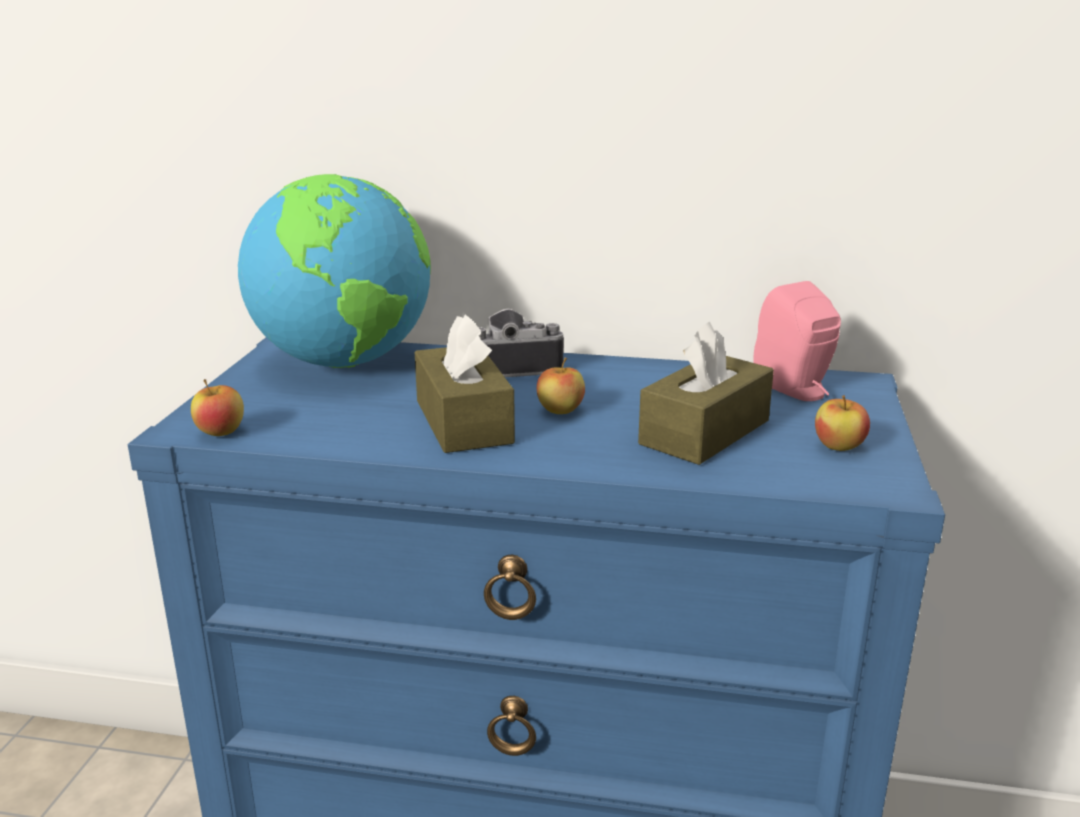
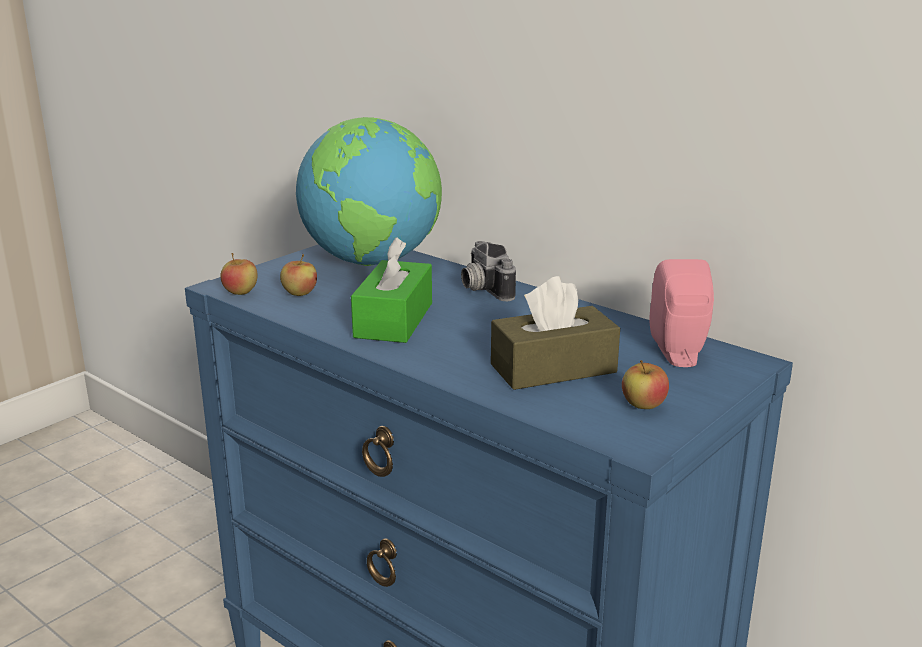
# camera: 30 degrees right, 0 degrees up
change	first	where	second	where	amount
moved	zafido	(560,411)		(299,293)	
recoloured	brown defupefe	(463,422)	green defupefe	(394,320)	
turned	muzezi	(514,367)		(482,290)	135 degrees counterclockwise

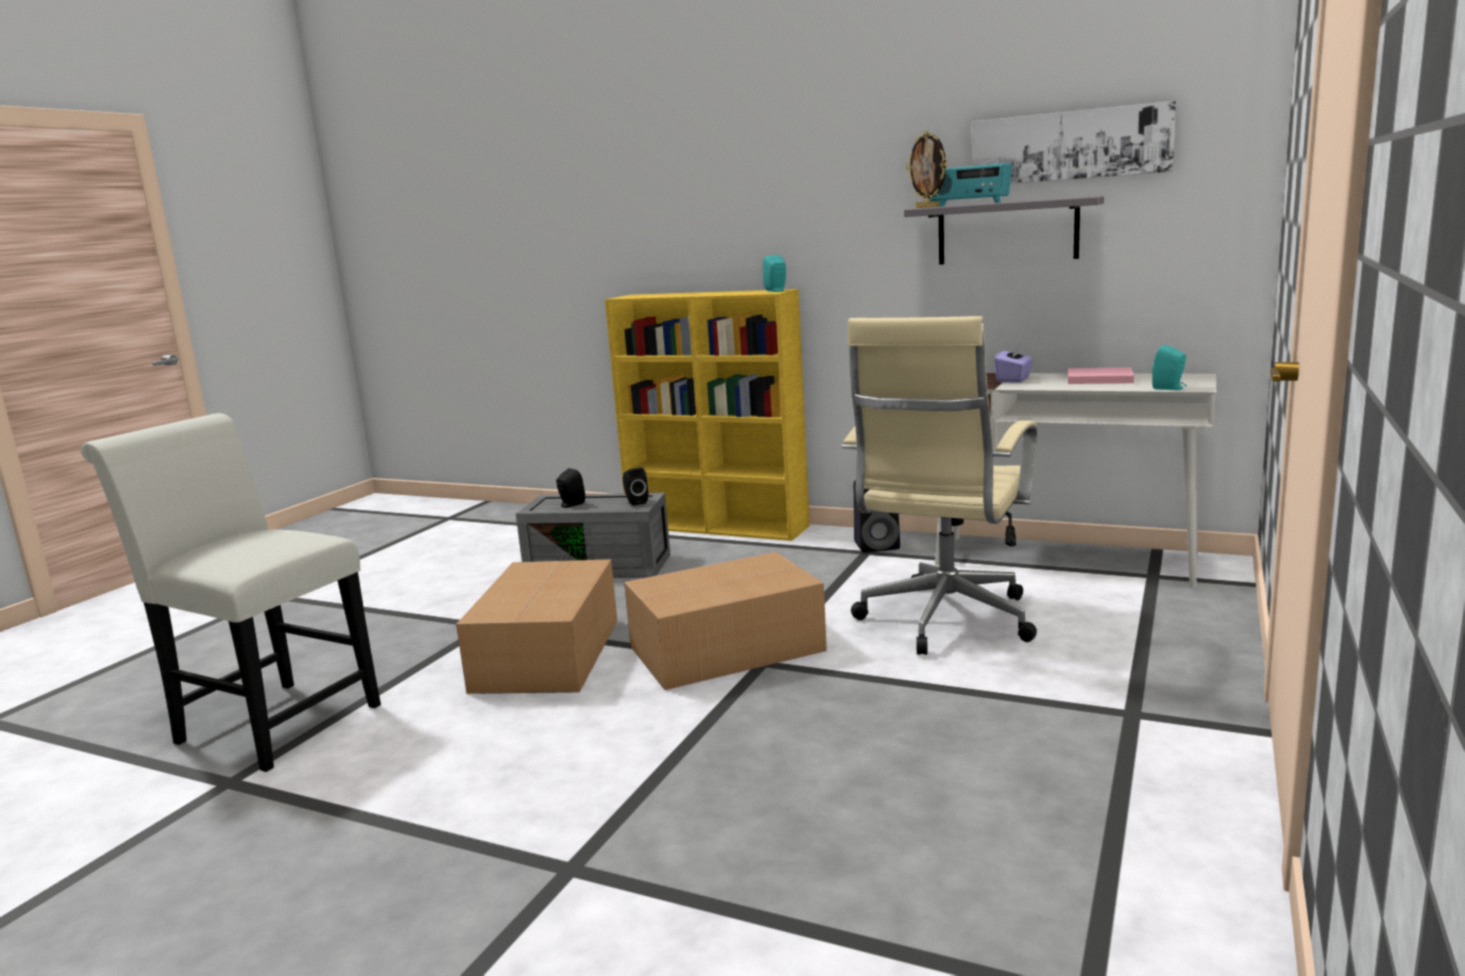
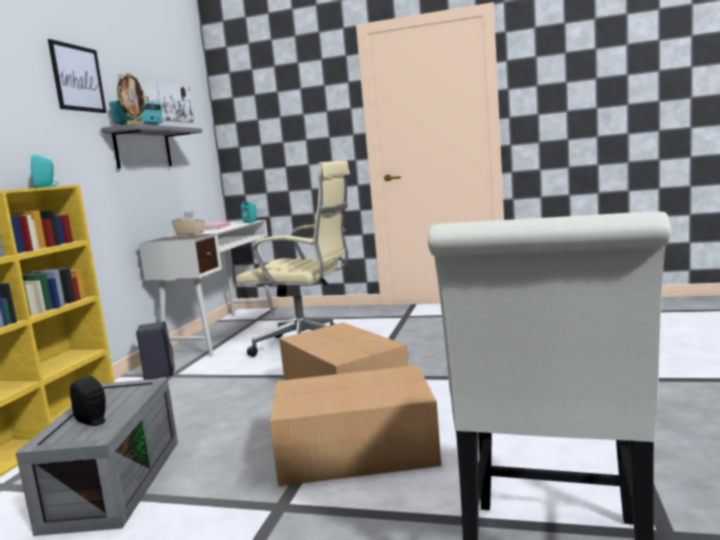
# camera: 100 degrees left, 5 degrees down
change	first	where	second	where	amount
added			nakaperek	(77,78)	
recoloured	purple defupefe	(1014,379)	beige defupefe	(190,234)	
removed	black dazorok	(635,502)			

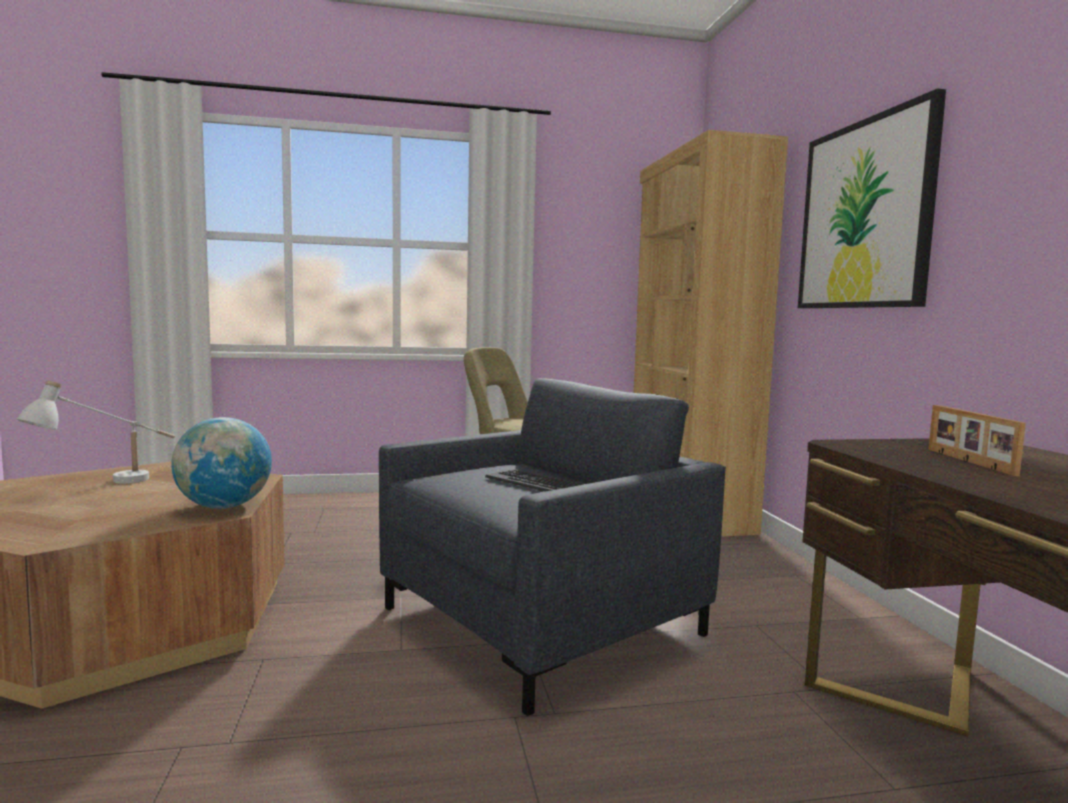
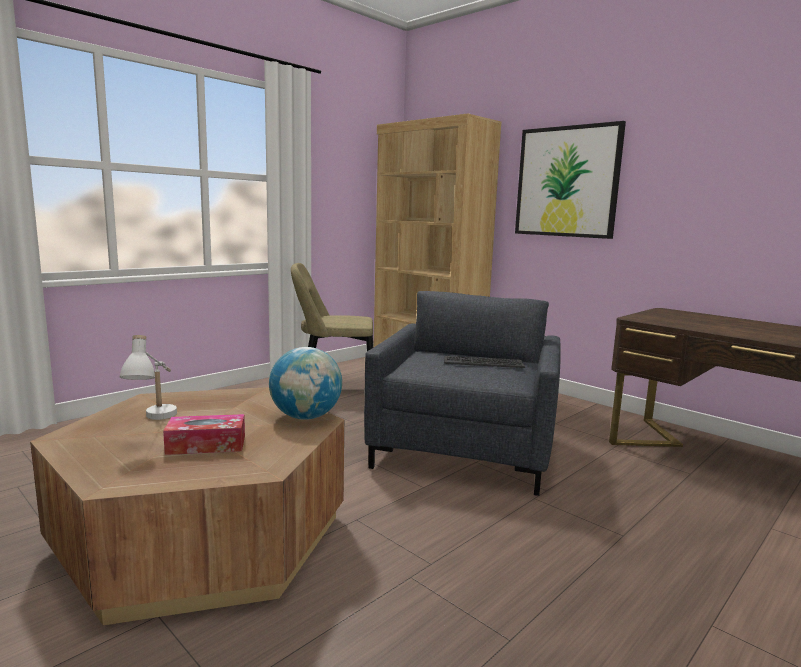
# camera: 35 degrees left, 5 degrees up
change	first	where	second	where	amount
added			defupefe	(206,445)	
removed	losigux	(967,461)			

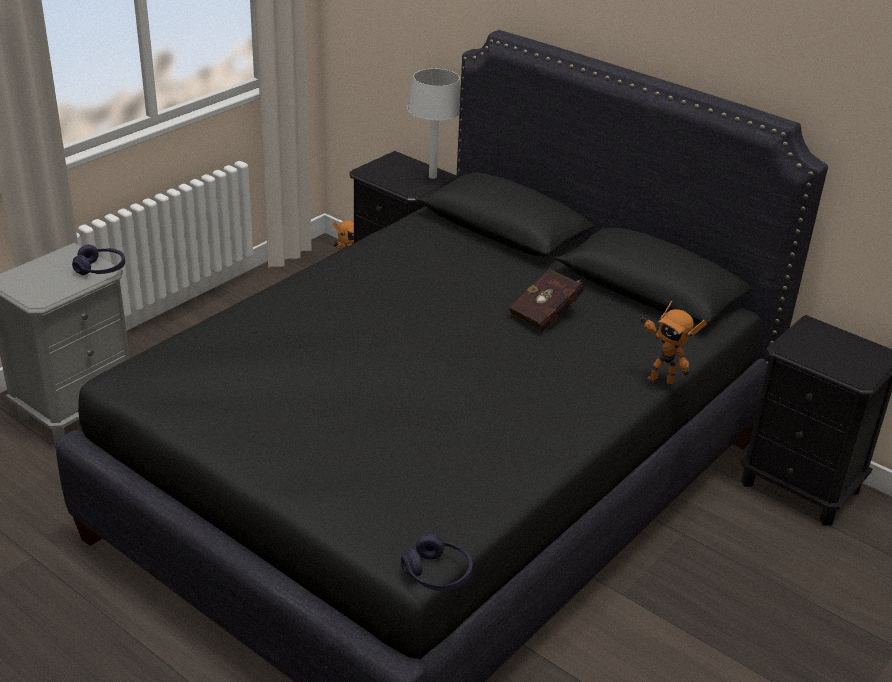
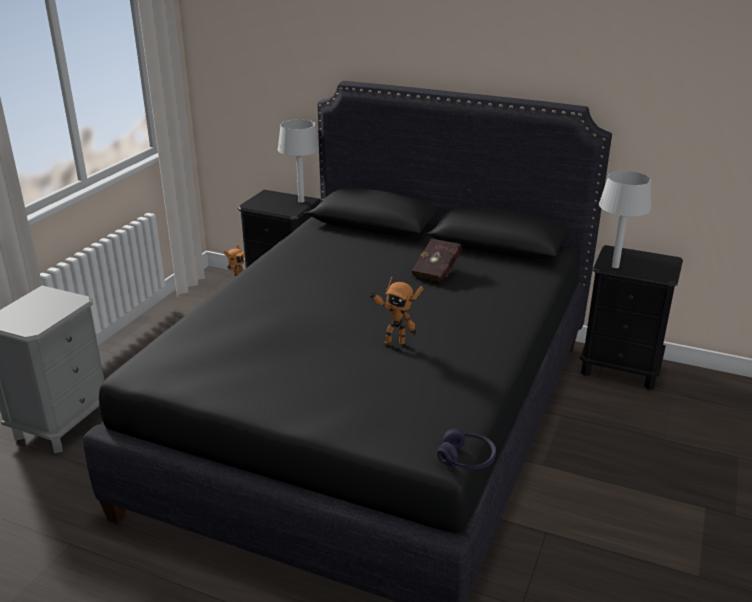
# camera: 15 degrees left, 5 degrees down
change	first	where	second	where	amount
moved	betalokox	(660,379)		(393,342)	
added			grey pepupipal	(614,266)	
removed	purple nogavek	(100,269)			

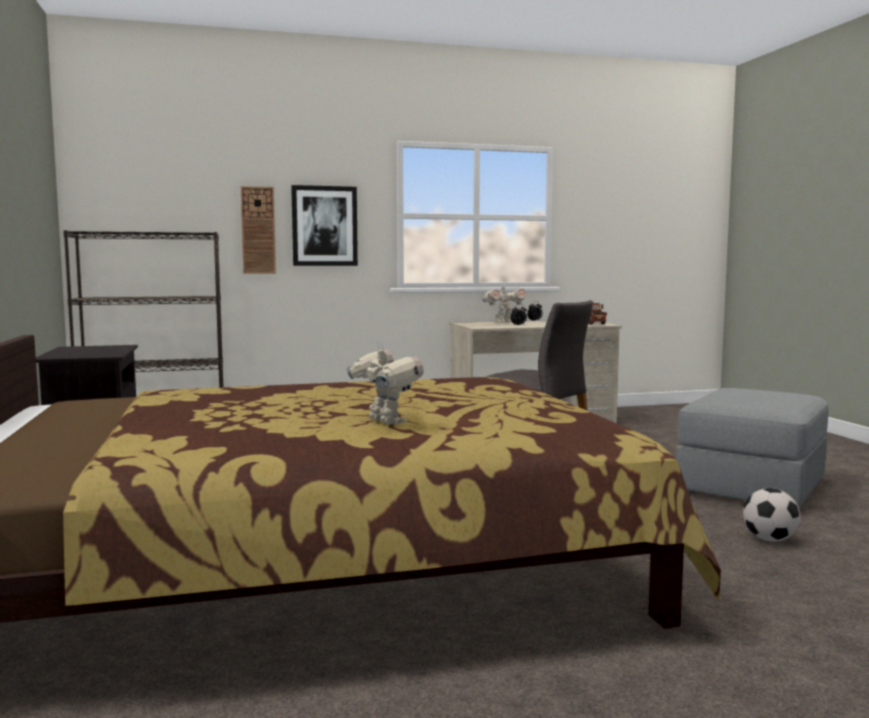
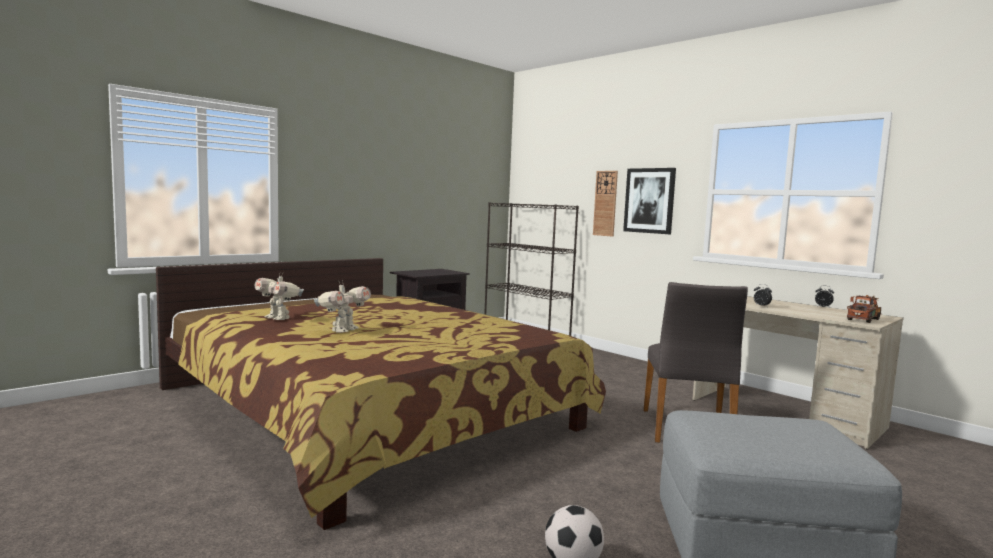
# camera: 60 degrees right, 0 degrees up
change	first	where	second	where	amount
moved	betalokox	(504,322)		(278,318)	

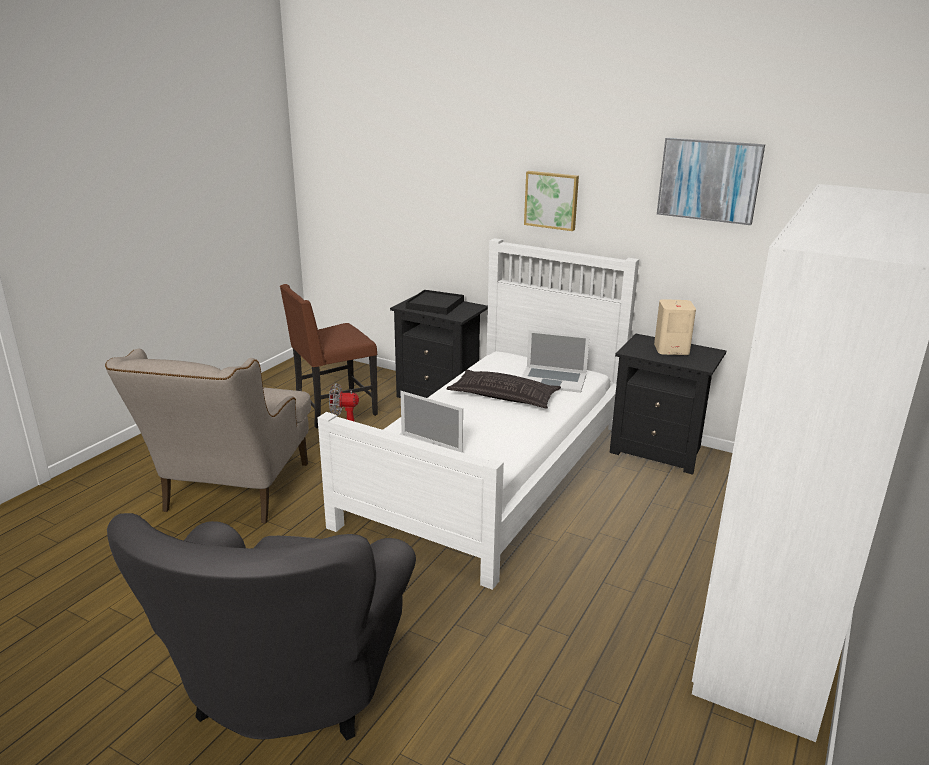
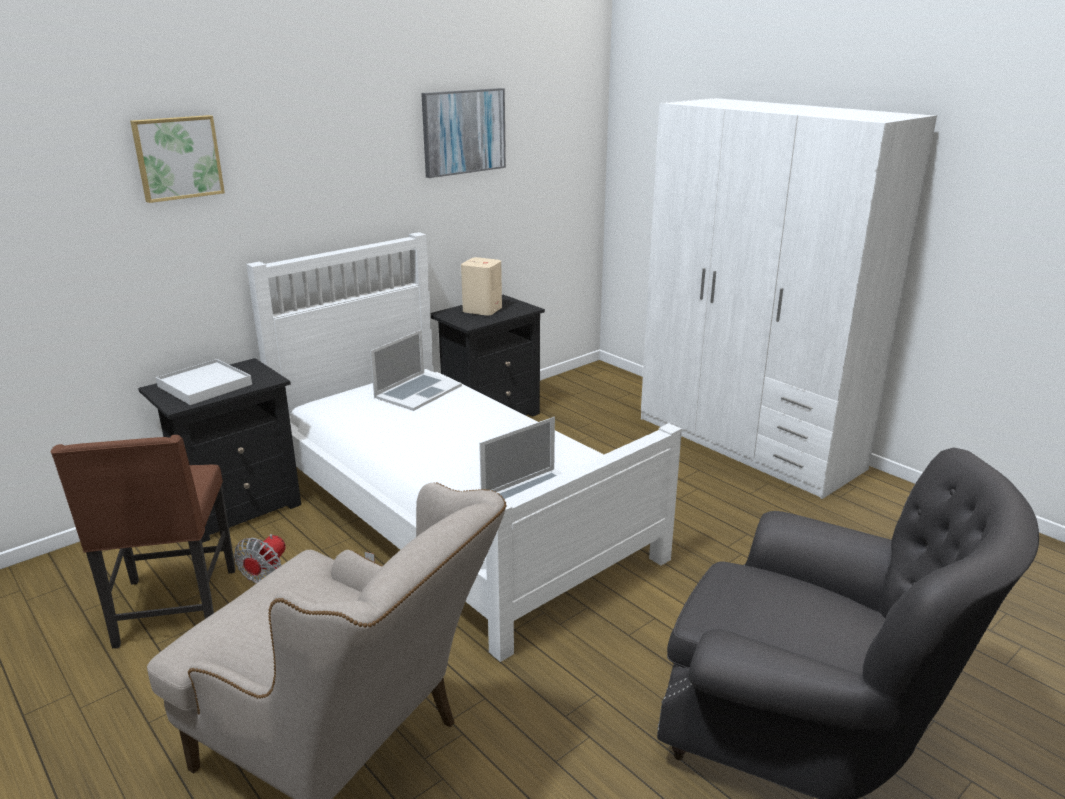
# camera: 70 degrees left, 0 degrees up
change	first	where	second	where	amount
moved	nakaperek	(551,200)		(177,158)	
recoloured	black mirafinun	(435,305)	white mirafinun	(205,385)	
removed	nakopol	(504,396)			

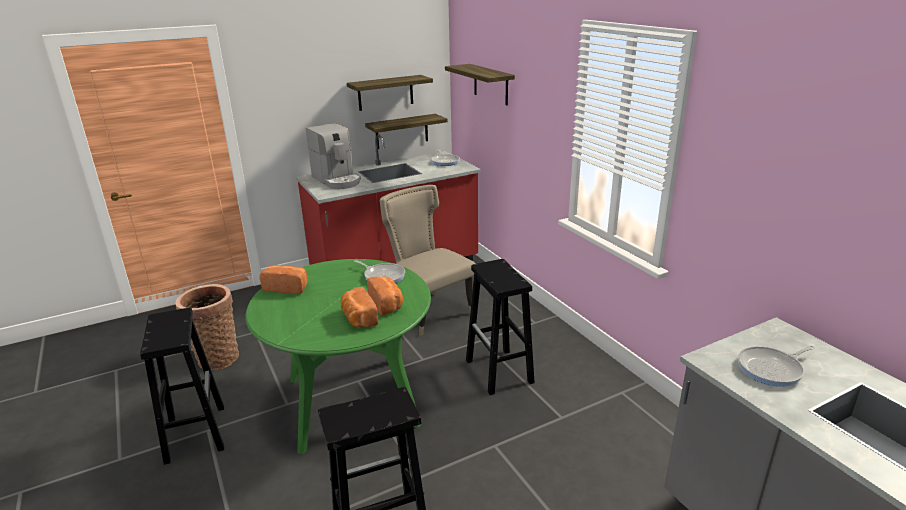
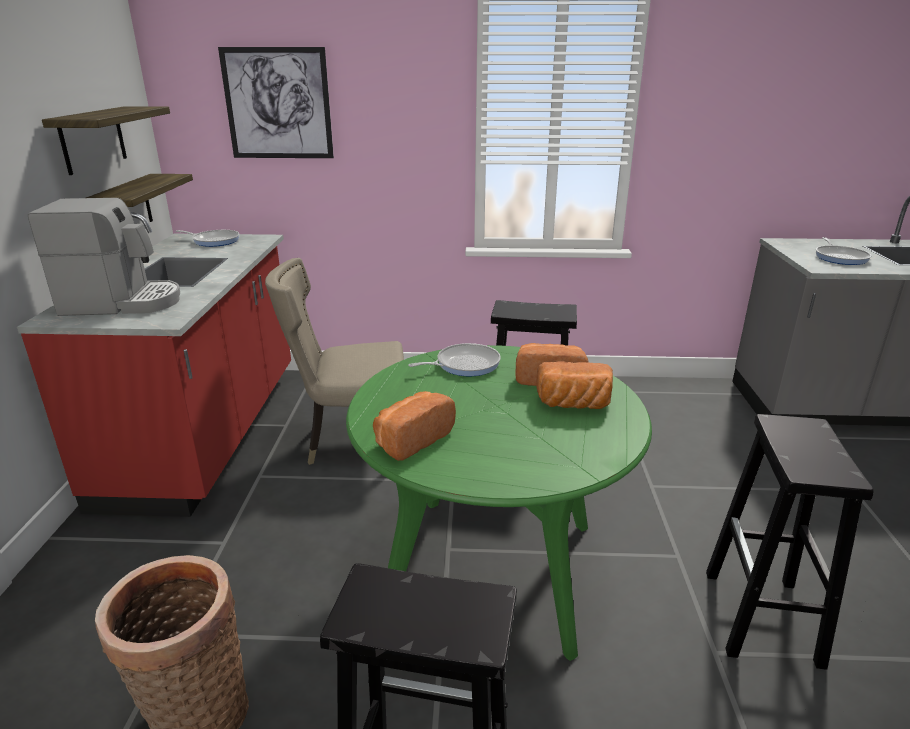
# camera: 60 degrees left, 0 degrees up
change	first	where	second	where	amount
replaced	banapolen	(490,84)	nakaperek	(278,104)	

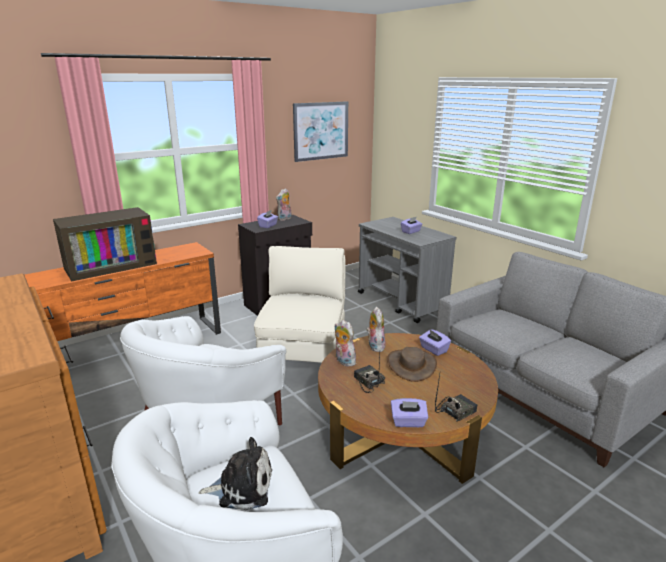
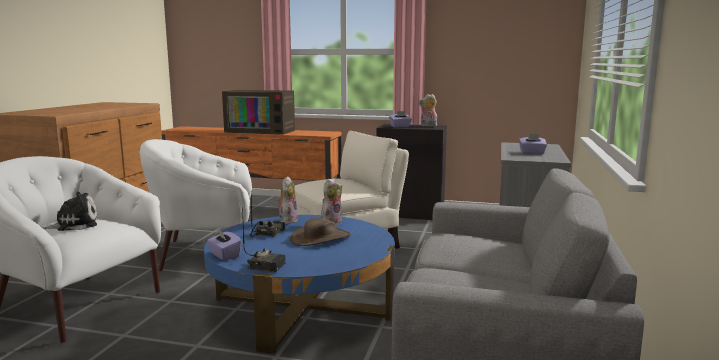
# camera: 50 degrees right, 10 degrees down
change	first	where	second	where	amount
turned	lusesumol	(242,487)		(74,225)	75 degrees counterclockwise
recoloured	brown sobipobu	(402,429)	blue sobipobu	(302,306)	
removed	nakaperek	(321,131)			
removed	purple defupefe	(433,349)			

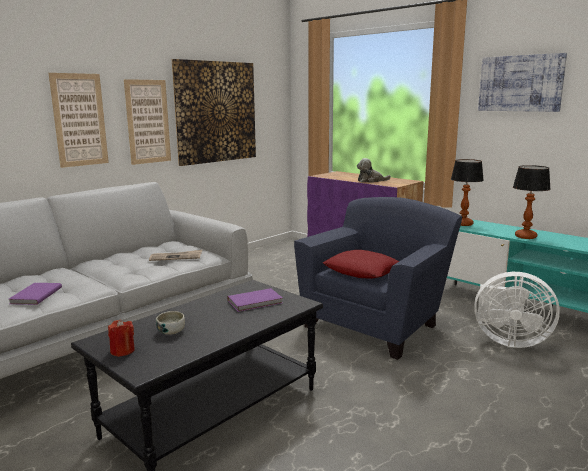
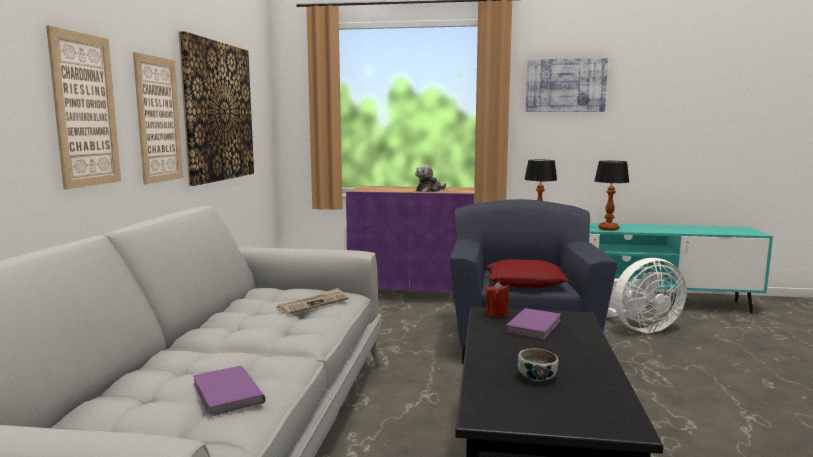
# camera: 35 degrees left, 5 degrees down
change	first	where	second	where	amount
moved	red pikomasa	(122,351)		(497,314)	

